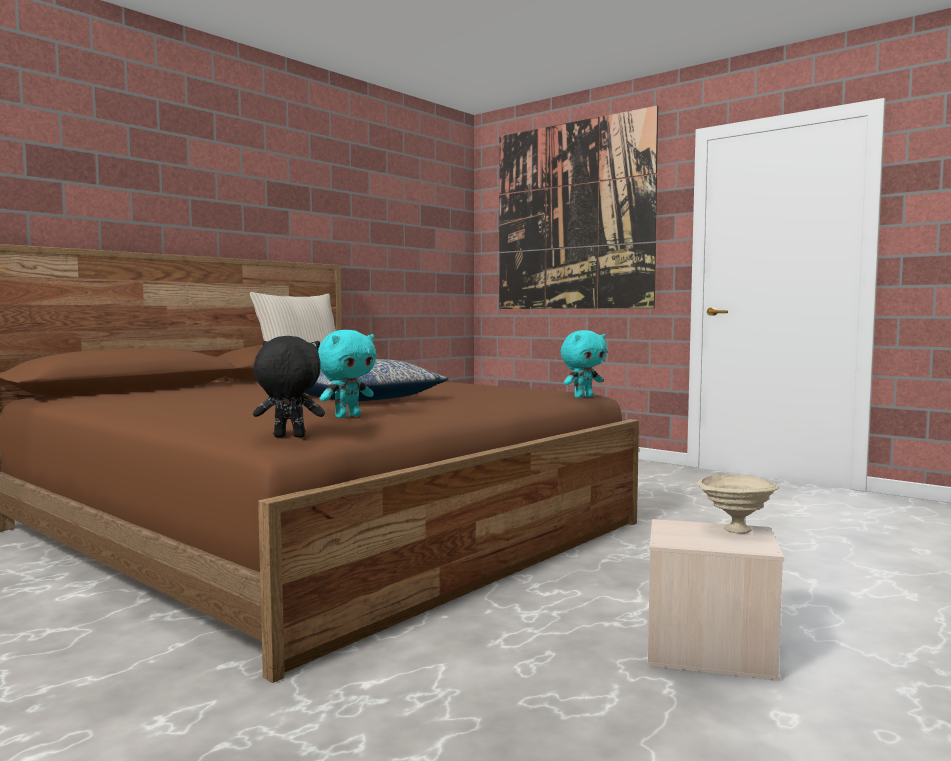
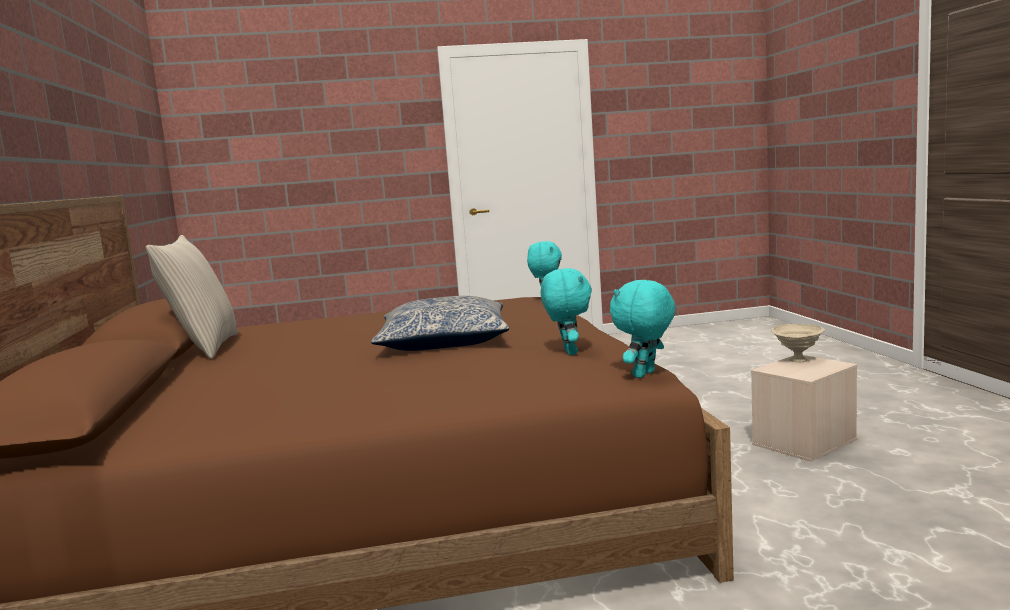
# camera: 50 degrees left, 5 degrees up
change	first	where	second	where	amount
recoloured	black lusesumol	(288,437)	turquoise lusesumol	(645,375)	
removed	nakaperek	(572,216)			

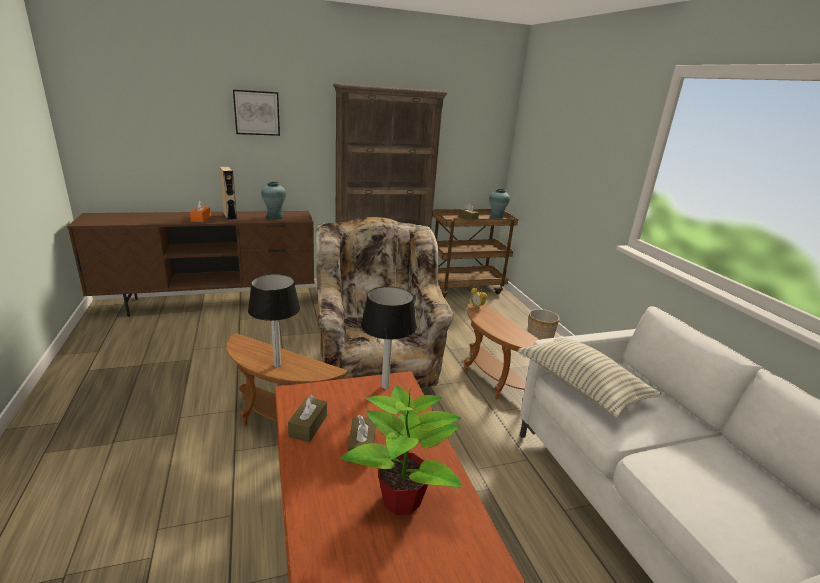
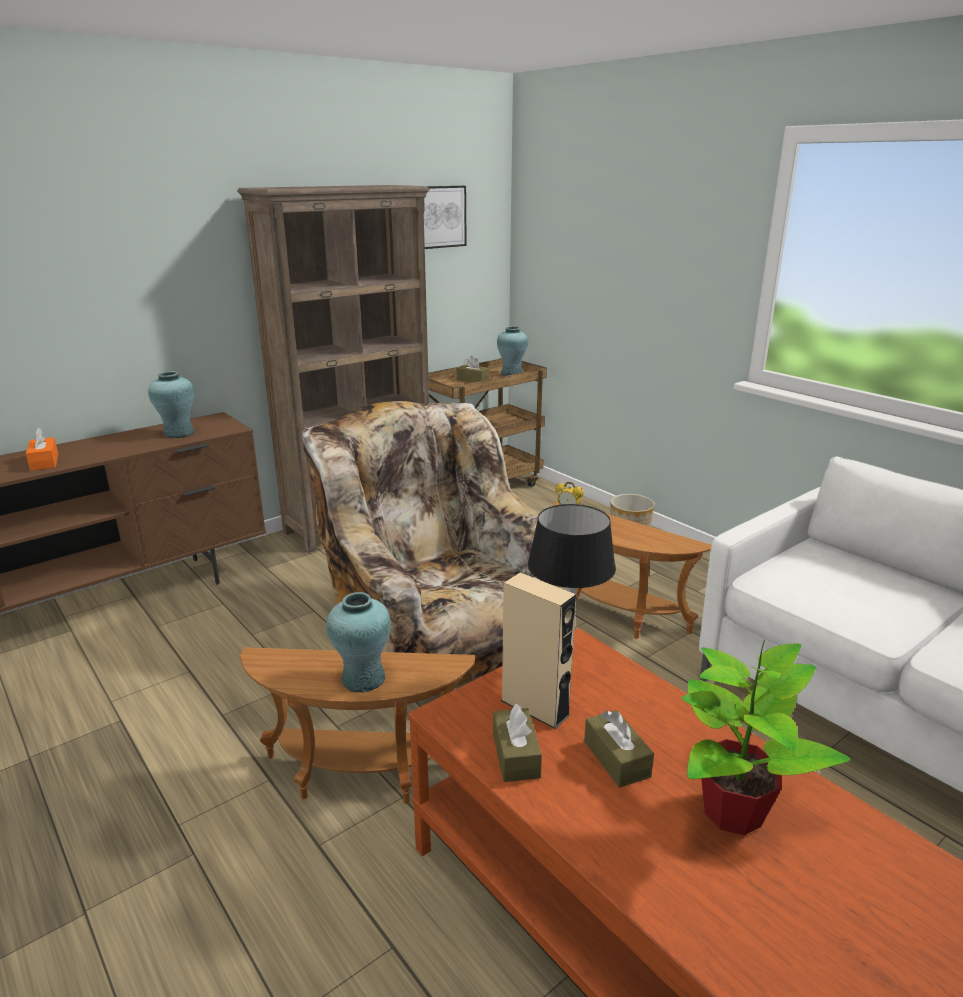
# camera: 20 degrees left, 0 degrees up
change	first	where	second	where	amount
replaced	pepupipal	(277,365)	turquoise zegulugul	(363,679)	
moved	nakaperek	(257,113)		(439,217)	
moved	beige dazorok	(230,216)		(535,707)	
removed	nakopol	(581,386)			

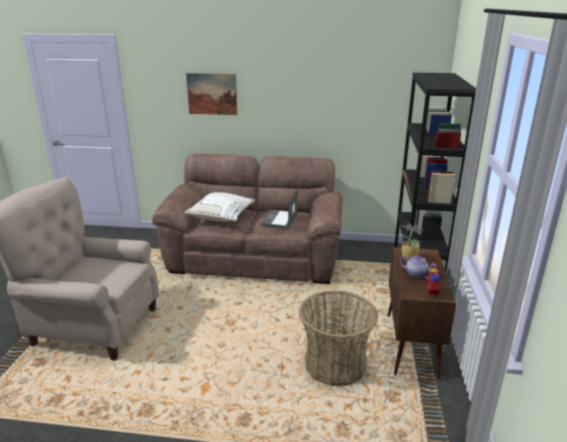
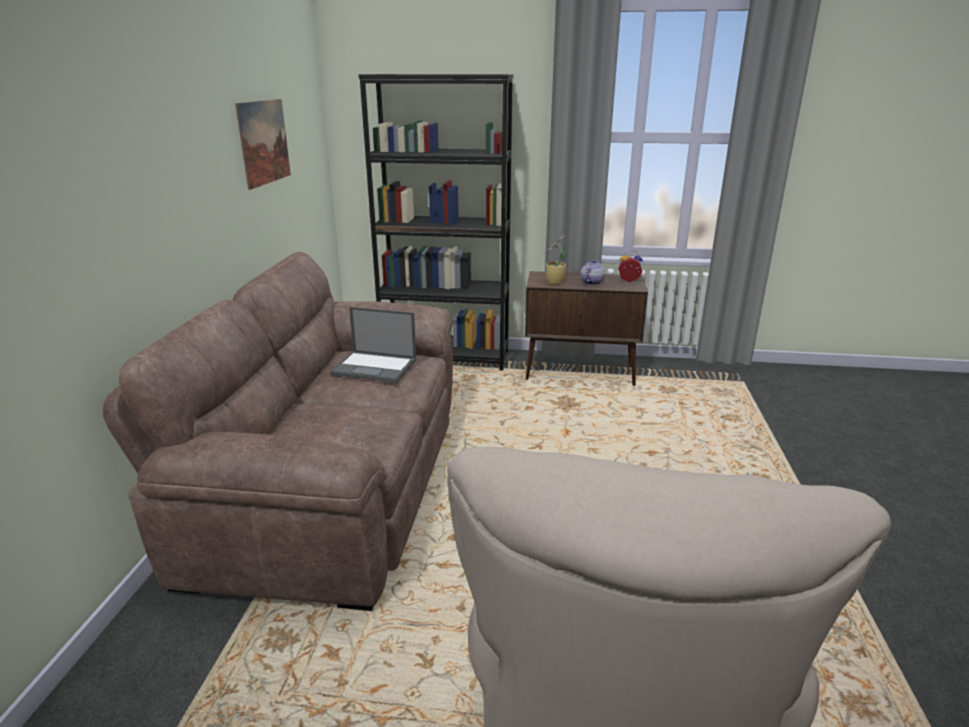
# camera: 90 degrees left, 0 degrees up
change	first	where	second	where	amount
moved	nakaperek	(212,94)		(264,142)	
removed	white nakopol	(222,217)			
removed	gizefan	(335,364)			

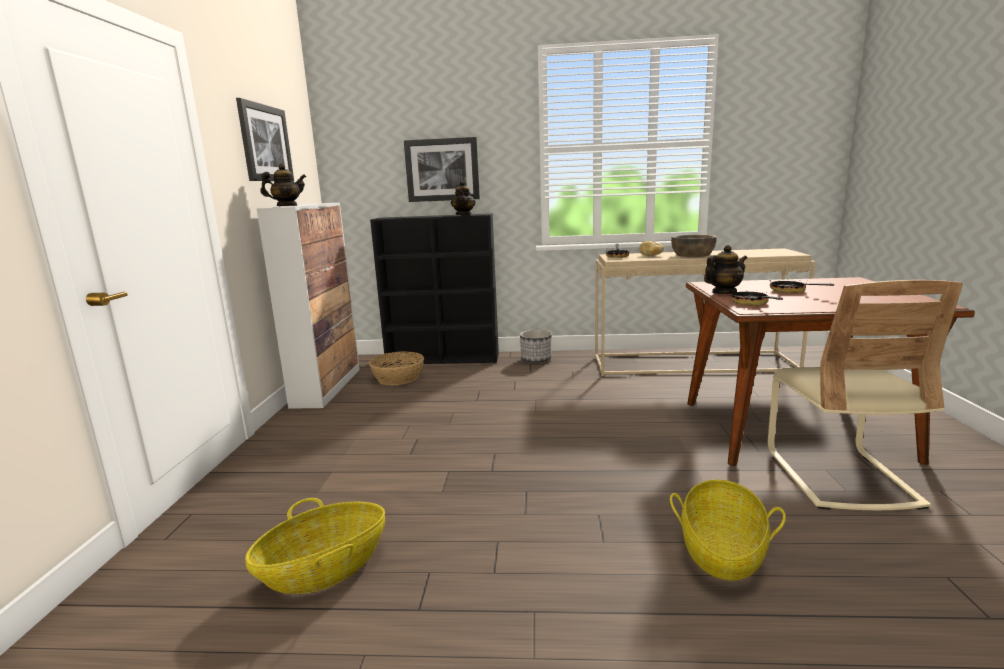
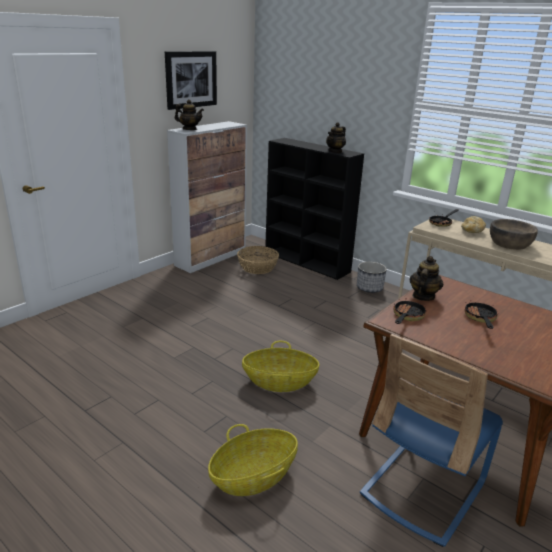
# camera: 35 degrees right, 10 degrees up
change	first	where	second	where	amount
moved	gizefan	(324,569)		(279,382)	
recoloured	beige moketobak	(839,476)	blue moketobak	(422,488)	
turned	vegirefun	(723,293)		(423,296)	75 degrees counterclockwise
removed	nakaperek	(442,170)			

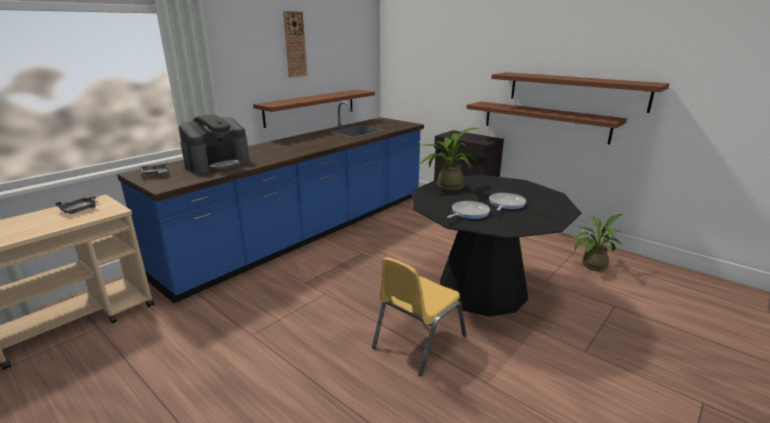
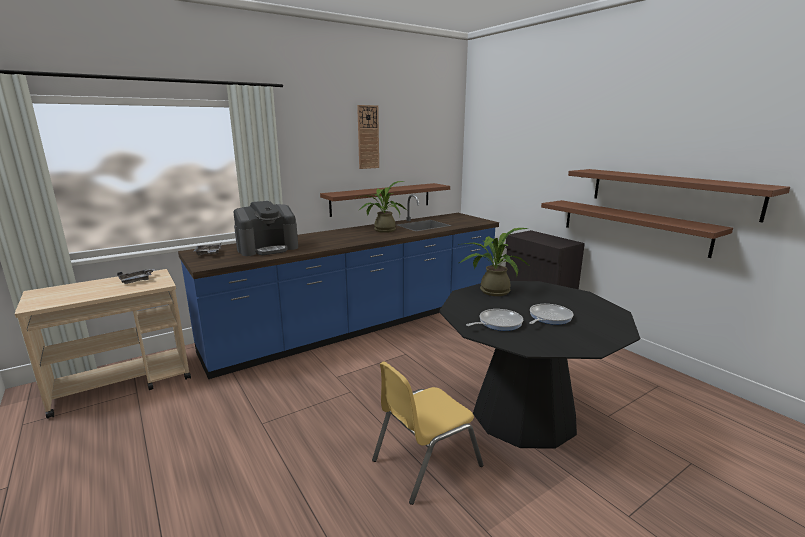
# camera: 15 degrees right, 5 degrees down
change	first	where	second	where	amount
moved	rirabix	(591,265)		(382,230)	

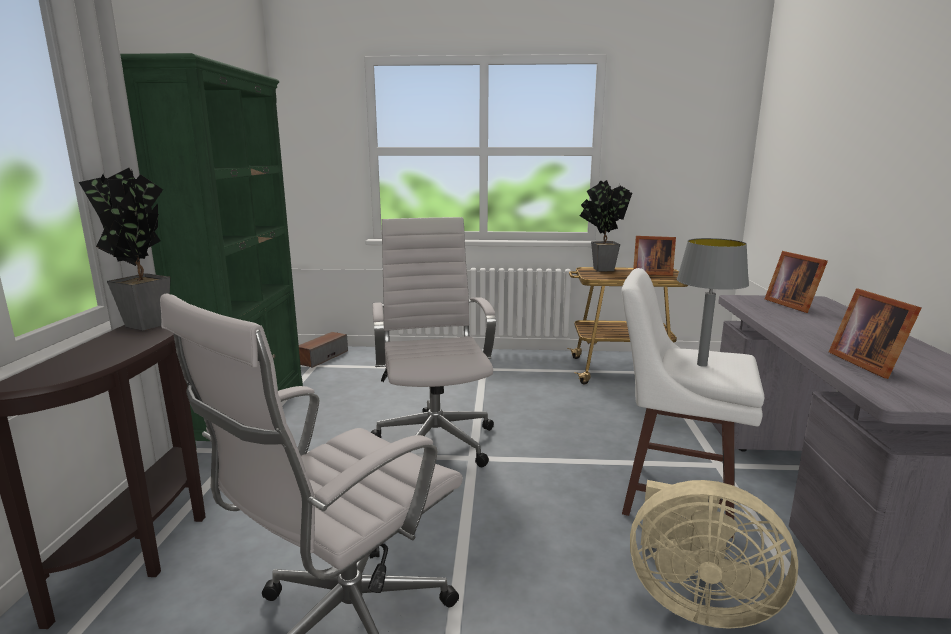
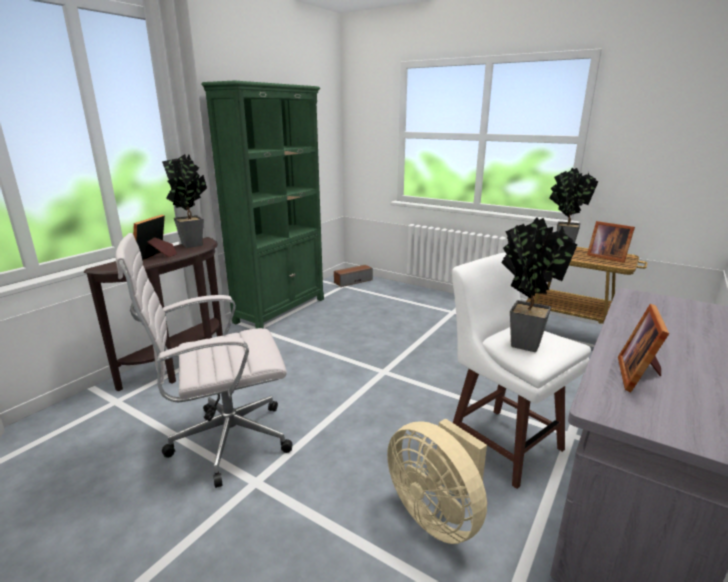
# camera: 30 degrees right, 5 degrees up
change	first	where	second	where	amount
moved	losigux	(792,305)		(156,257)	
replaced	grey pepupipal	(702,364)	rirabix	(521,342)	
removed	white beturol	(435,440)			

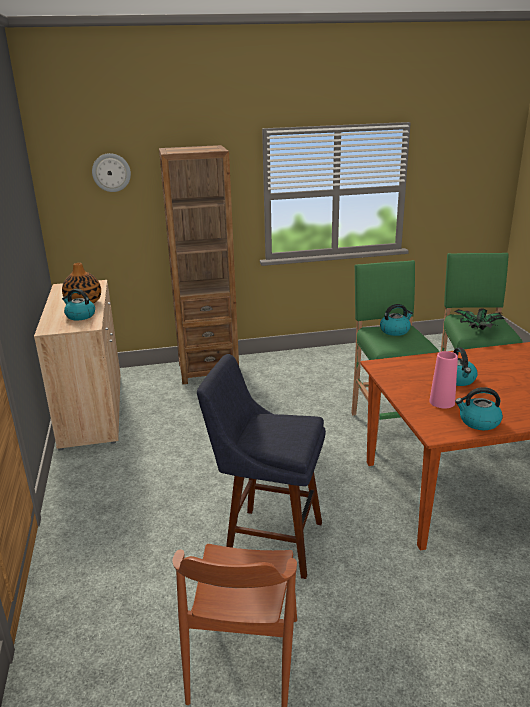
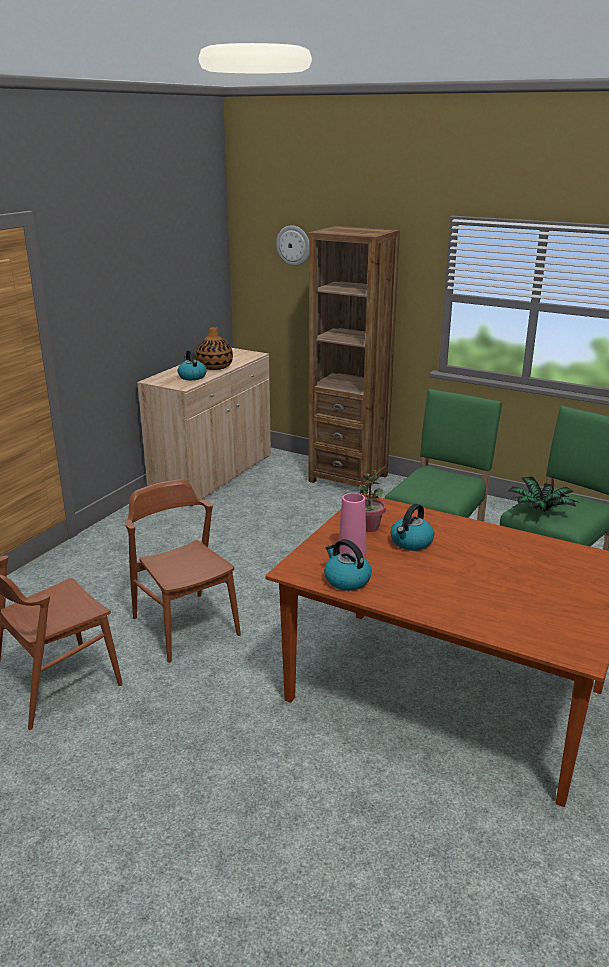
# camera: 40 degrees right, 0 degrees up
change	first	where	second	where	amount
replaced	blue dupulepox	(267,540)	brown moketobak	(185,626)	
added			rirabix	(368,527)	
removed	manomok	(395,331)			

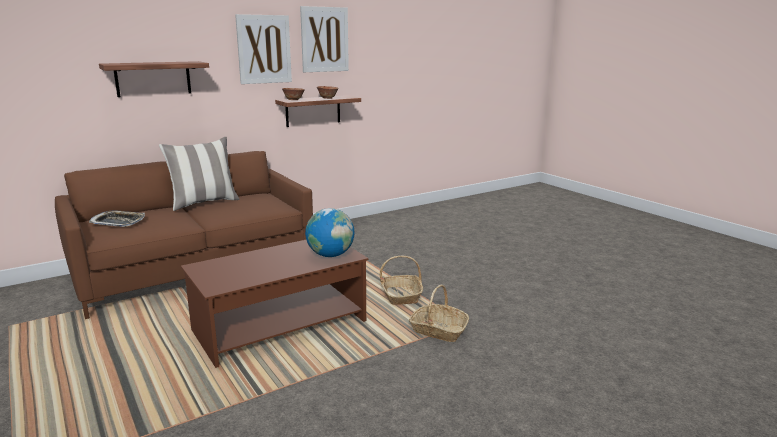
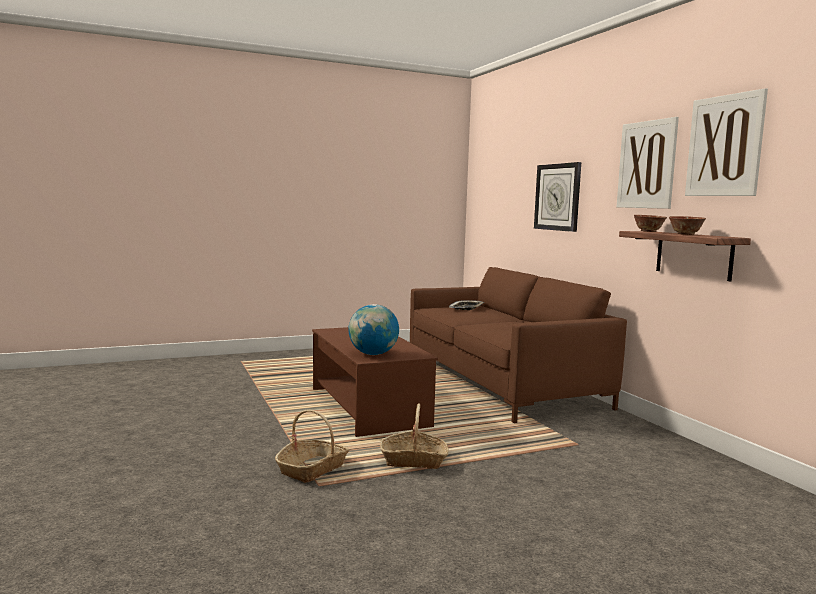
# camera: 100 degrees right, 10 degrees down
change	first	where	second	where	amount
replaced	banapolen	(153,78)	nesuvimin	(557,197)	
removed	nakopol	(204,203)			

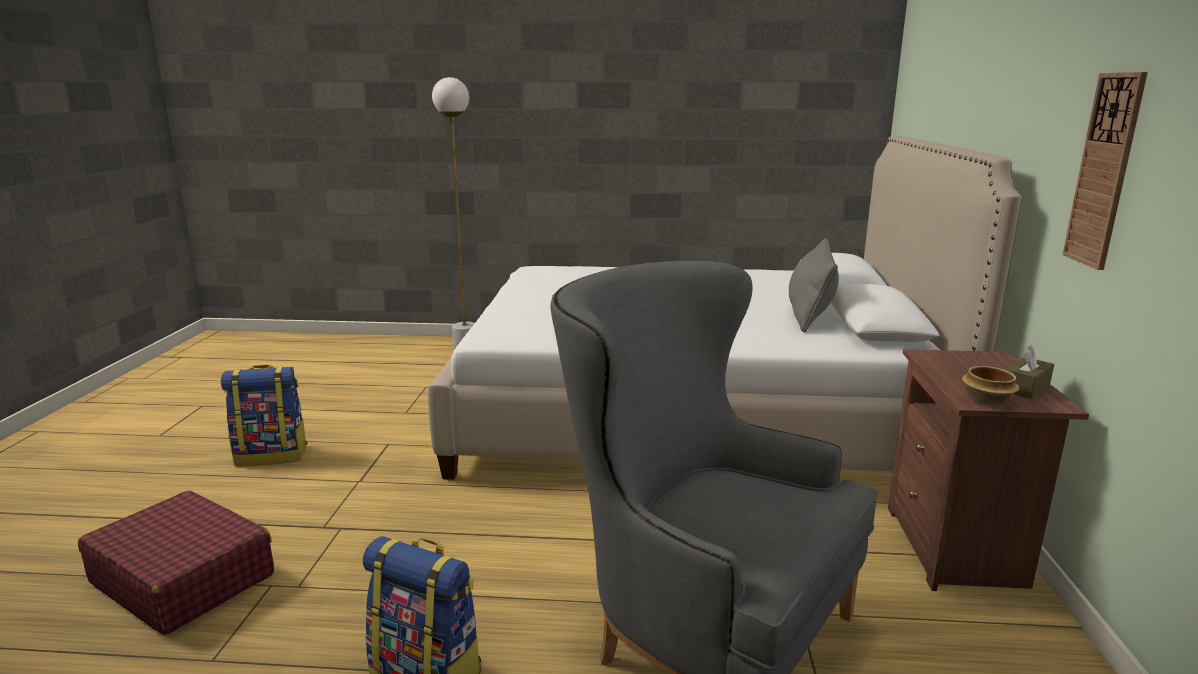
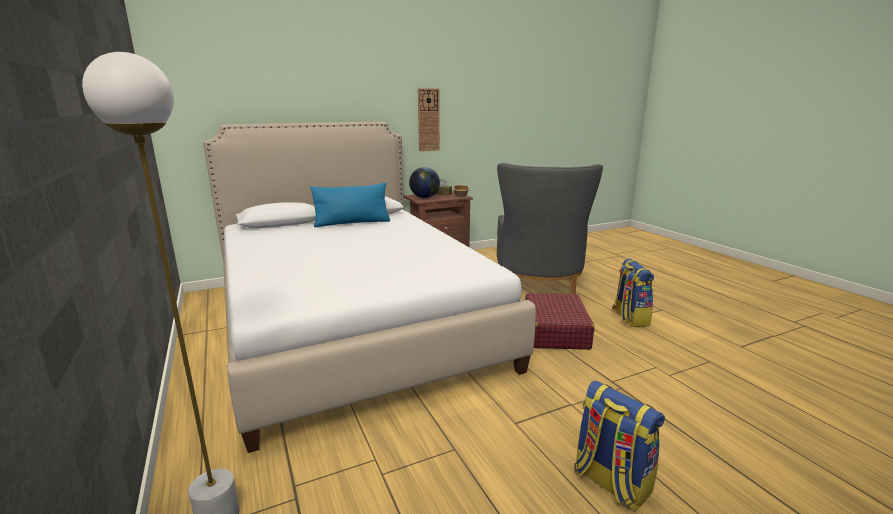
# camera: 120 degrees left, 0 degrees up
change	first	where	second	where	amount
recoloured	grey nakopol	(810,313)	blue nakopol	(352,223)	
added			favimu	(424,197)	
moved	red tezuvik	(183,578)		(555,331)	

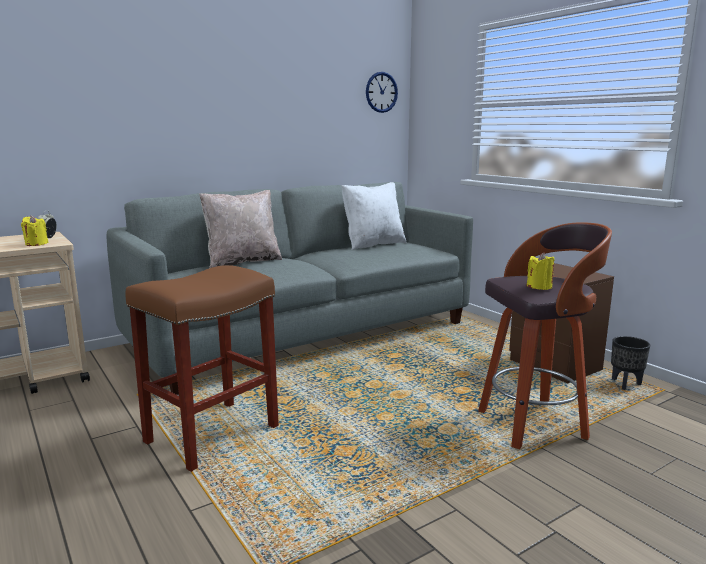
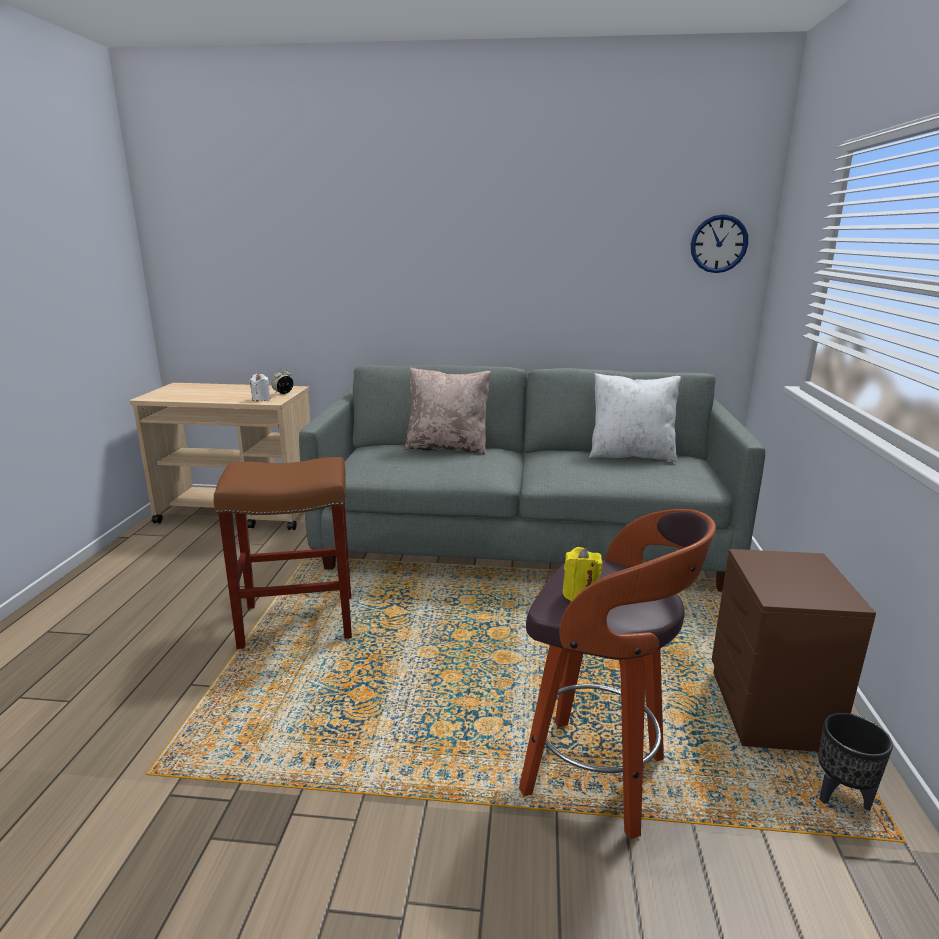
# camera: 40 degrees right, 5 degrees up
change	first	where	second	where	amount
recoloured	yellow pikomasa	(36,244)	white pikomasa	(261,399)	

